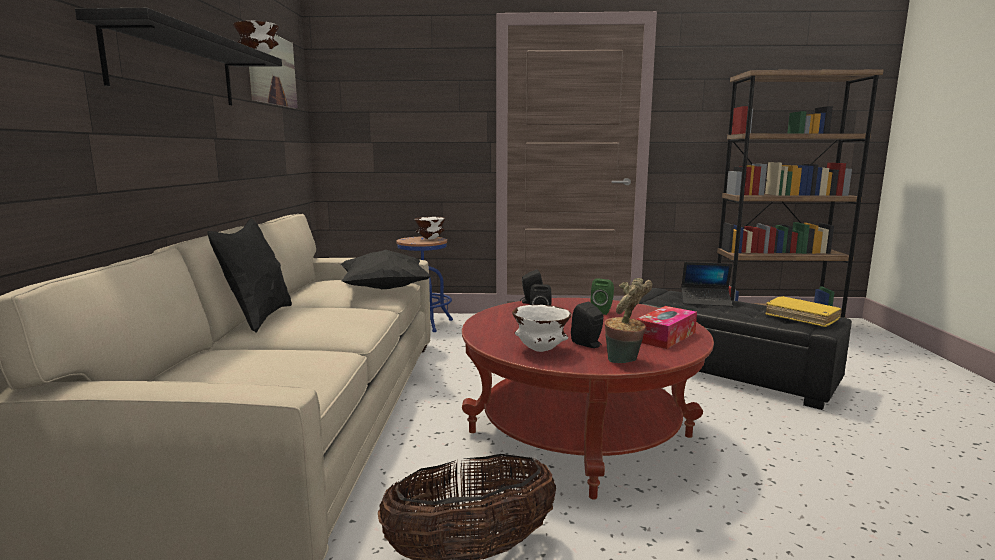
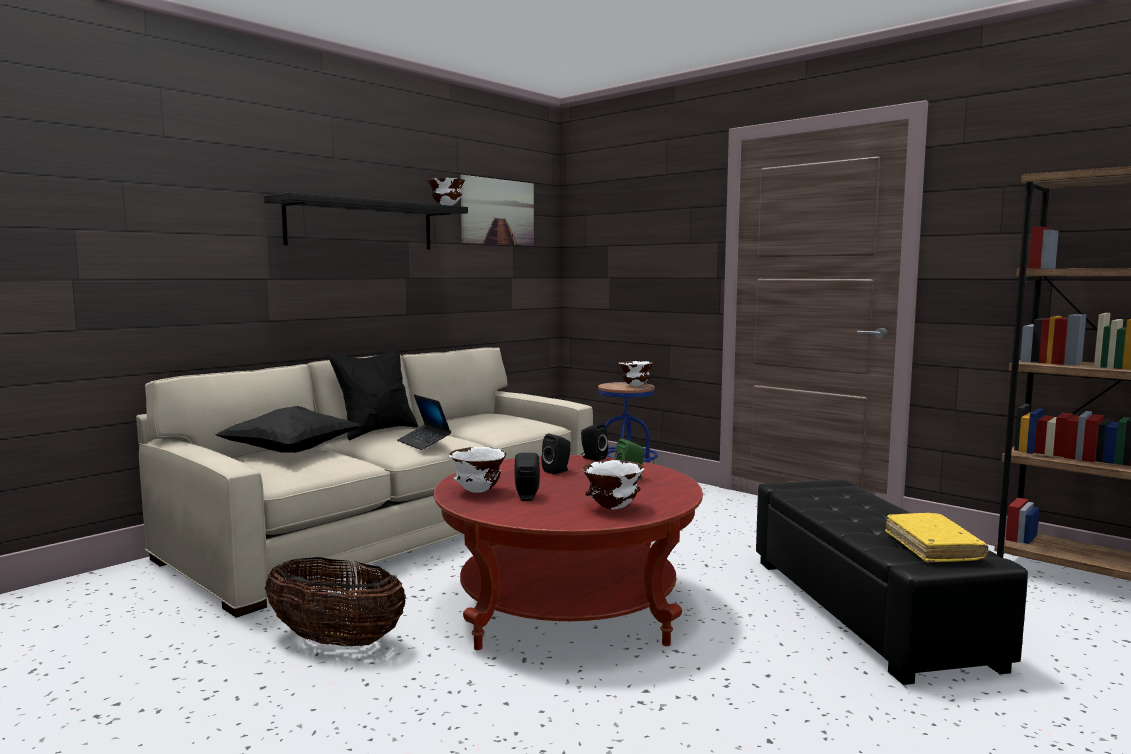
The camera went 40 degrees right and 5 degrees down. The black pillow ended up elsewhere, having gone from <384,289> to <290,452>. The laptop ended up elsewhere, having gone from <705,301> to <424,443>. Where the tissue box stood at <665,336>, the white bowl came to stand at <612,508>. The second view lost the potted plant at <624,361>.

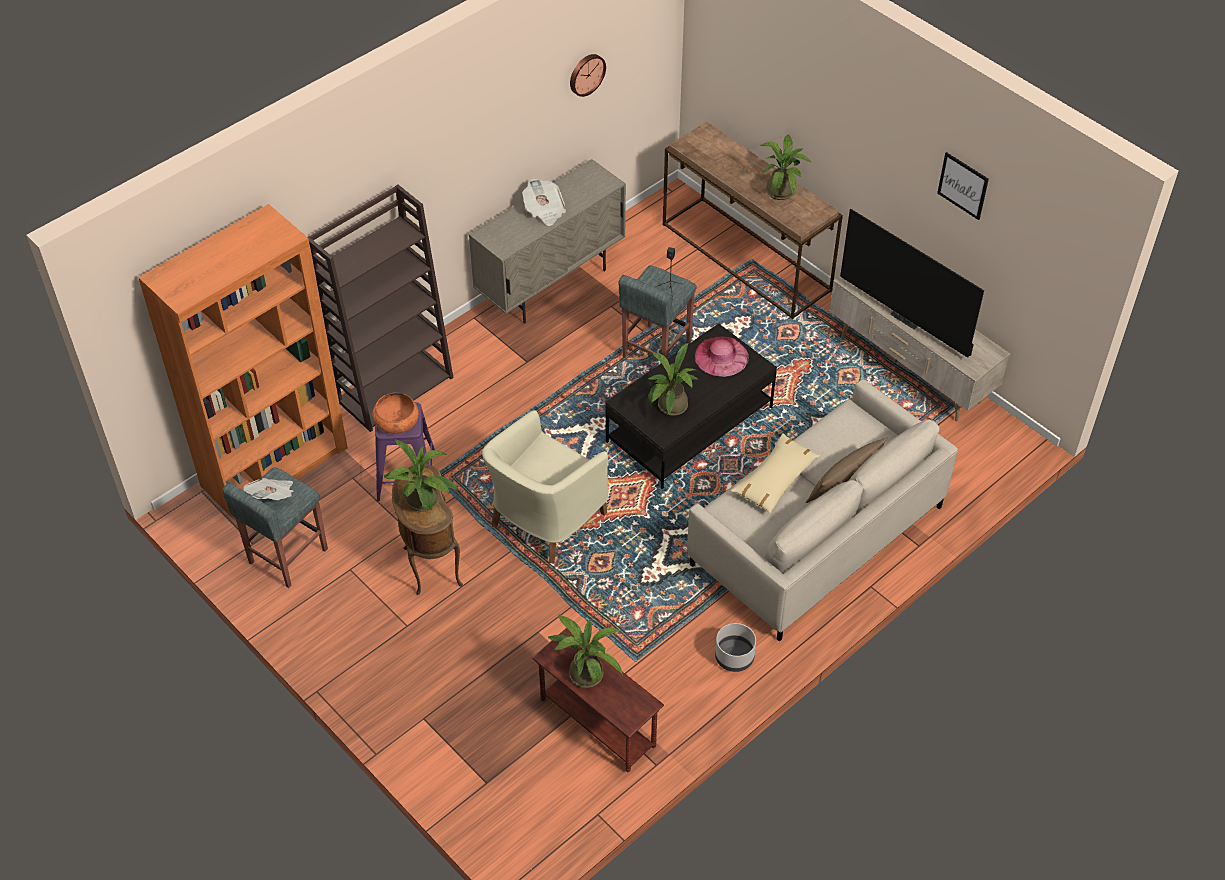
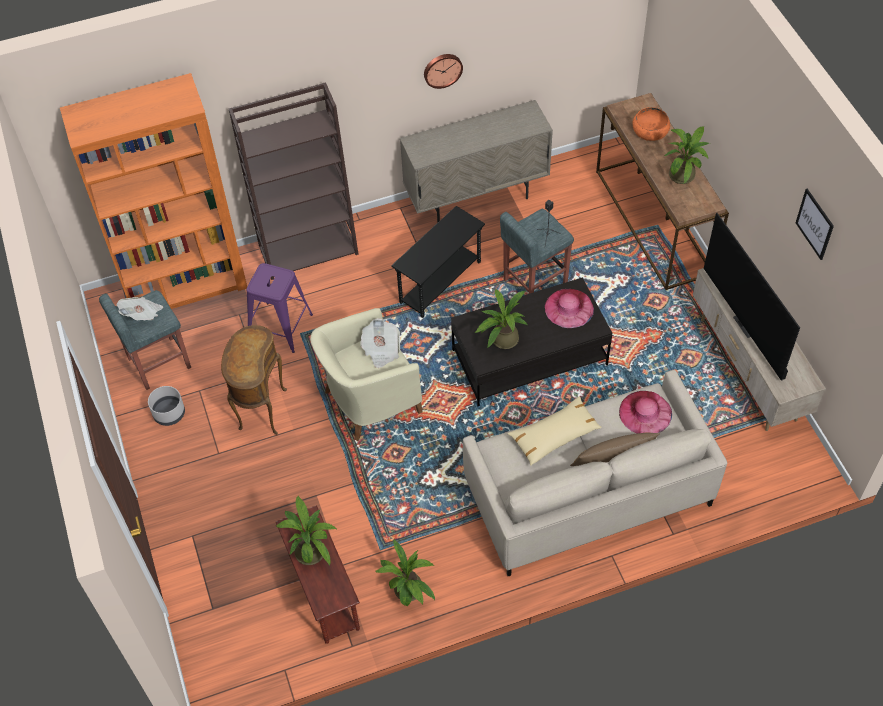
The camera went 25 degrees right and 5 degrees up. The grey planter ended up elsewhere, having gone from <734,657> to <169,414>. The newspaper ended up elsewhere, having gone from <544,211> to <381,350>. The potted plant ended up elsewhere, having gone from <424,503> to <409,593>. The second view gained the black side table at <440,282>. The wall clock ended up elsewhere, having gone from <586,74> to <442,69>. The second view gained the pink hat at <645,412>. The orange bowl ended up elsewhere, having gone from <396,421> to <650,131>.

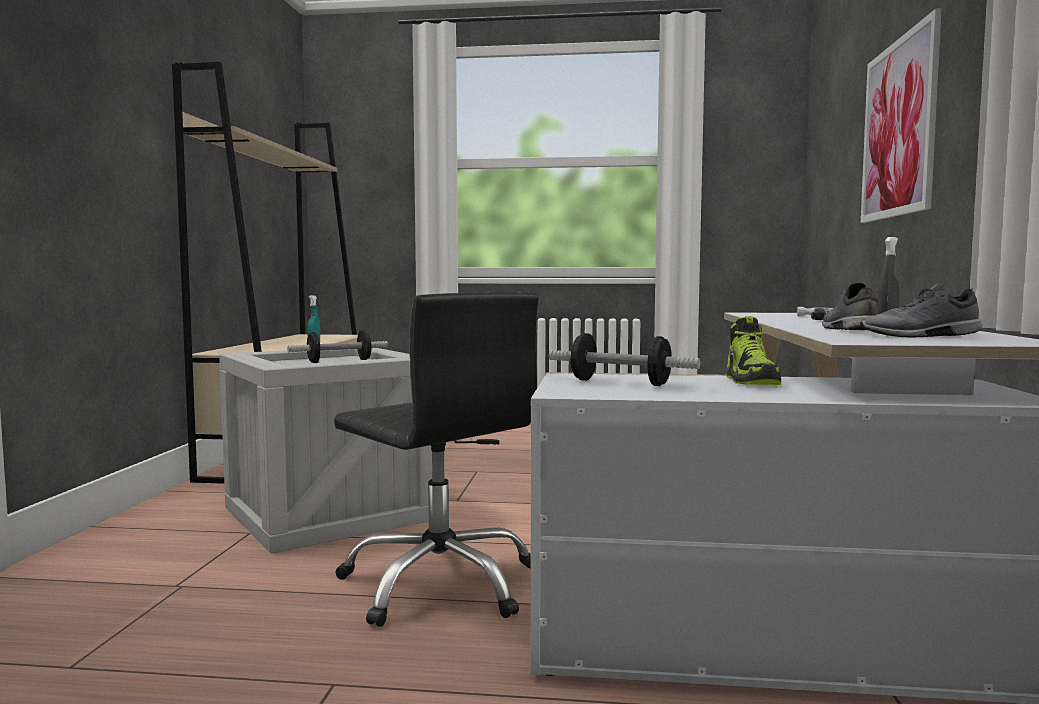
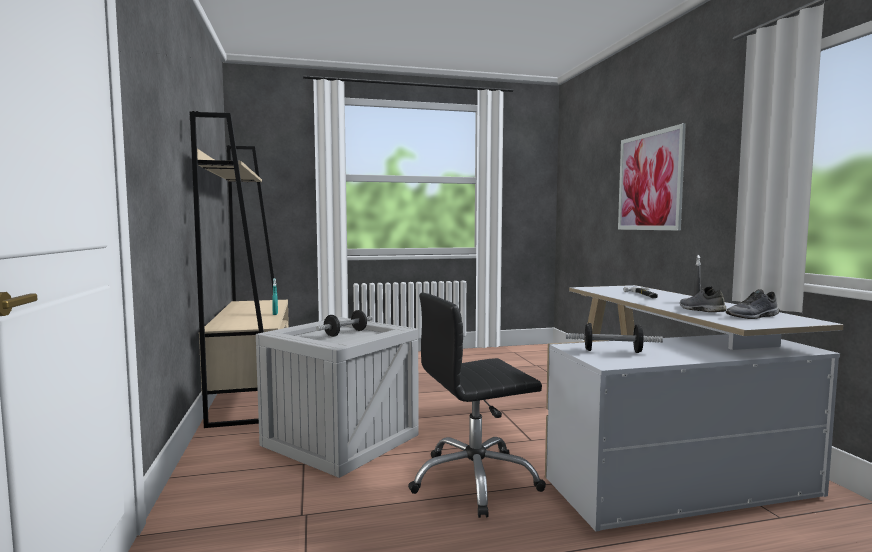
The camera went 20 degrees left and 0 degrees up. The black office chair at <440,583> ended up facing another way, 135 degrees clockwise from before. The second view lost the shoe at <751,381>.

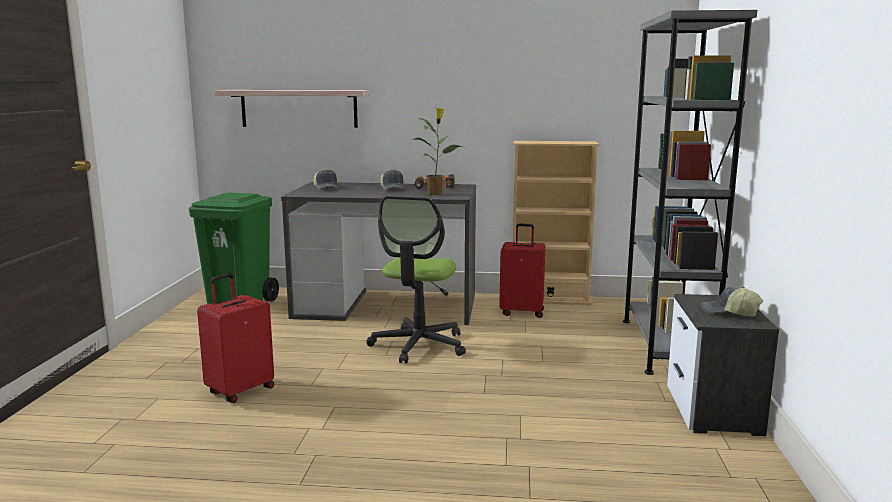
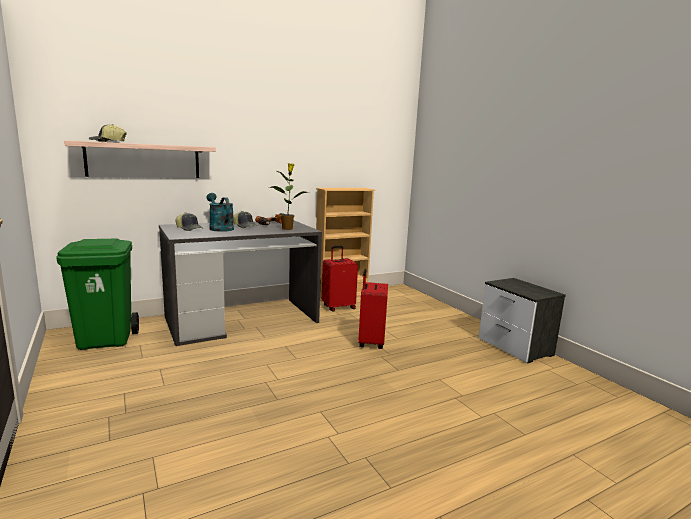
The camera went 35 degrees left and 0 degrees up. The cap ended up elsewhere, having gone from <729,313> to <107,142>. The second view gained the turquoise watering can at <219,228>. The red suitcase ended up elsewhere, having gone from <240,391> to <370,342>. The second view lost the office chair at <418,345>. The second view lost the grey bookcase at <665,346>.

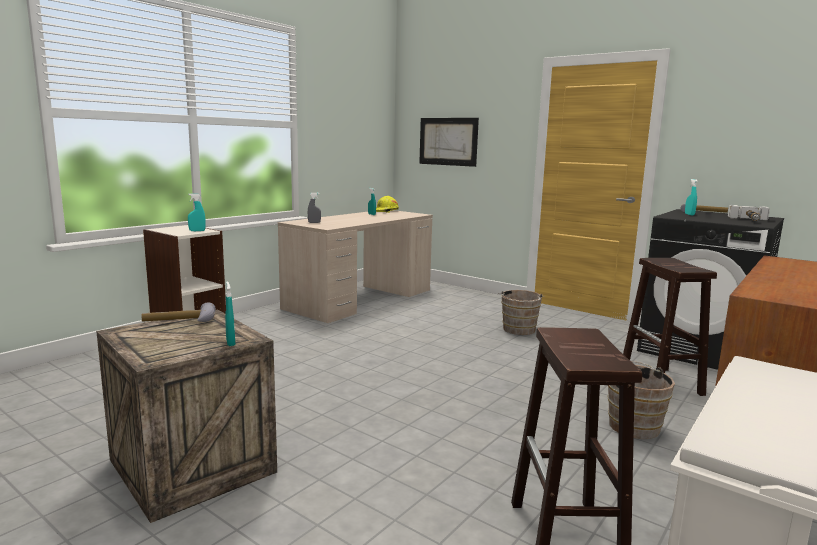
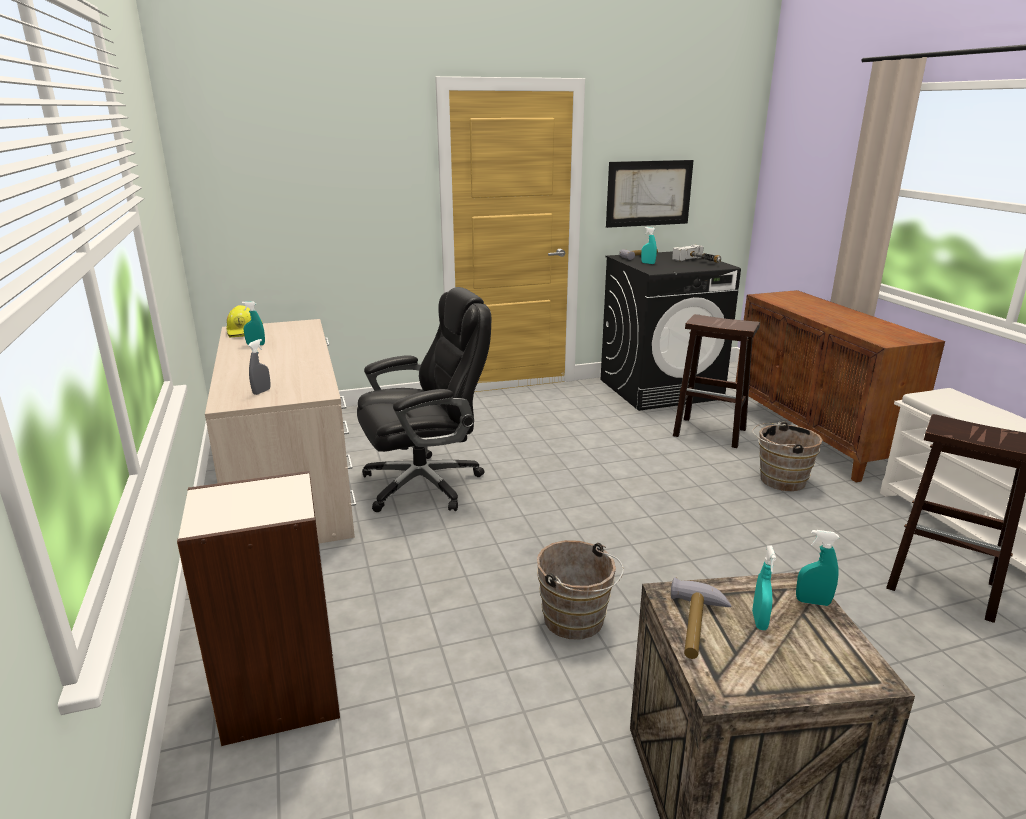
The camera went 55 degrees left and 10 degrees up. The second view gained the black office chair at <425,484>. The brown bucket ended up elsewhere, having gone from <518,330> to <577,622>. The picture ended up elsewhere, having gone from <448,141> to <649,193>. The turquoise spray bottle ended up elsewhere, having gone from <197,231> to <759,621>.

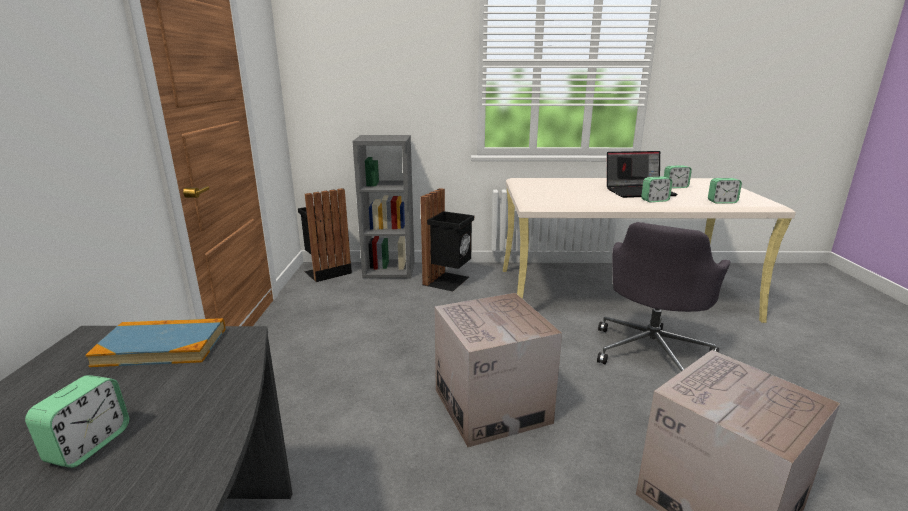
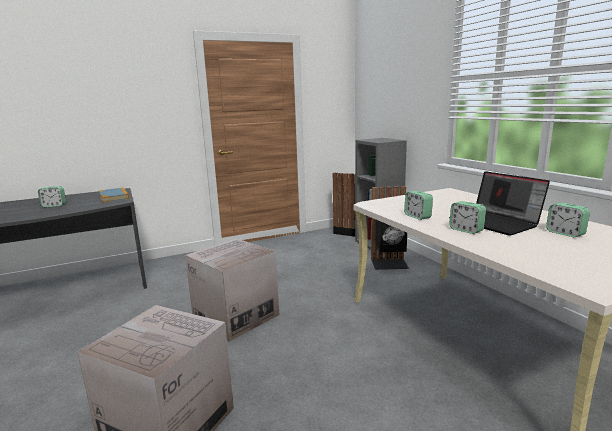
The camera went 65 degrees right and 5 degrees down. The alarm clock ended up elsewhere, having gone from <722,202> to <417,216>. The second view lost the grey office chair at <651,351>.

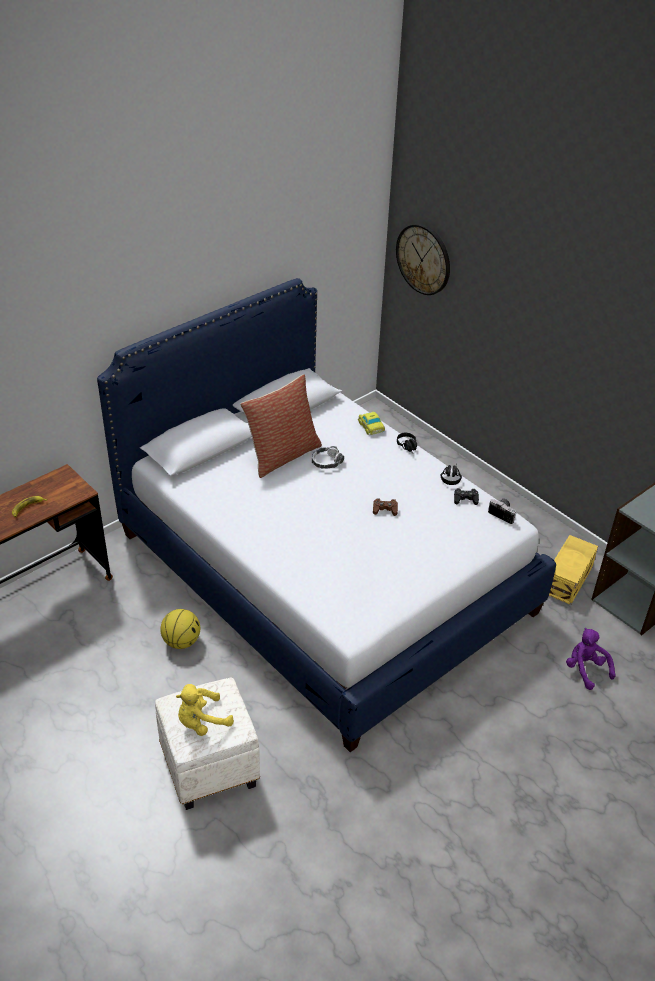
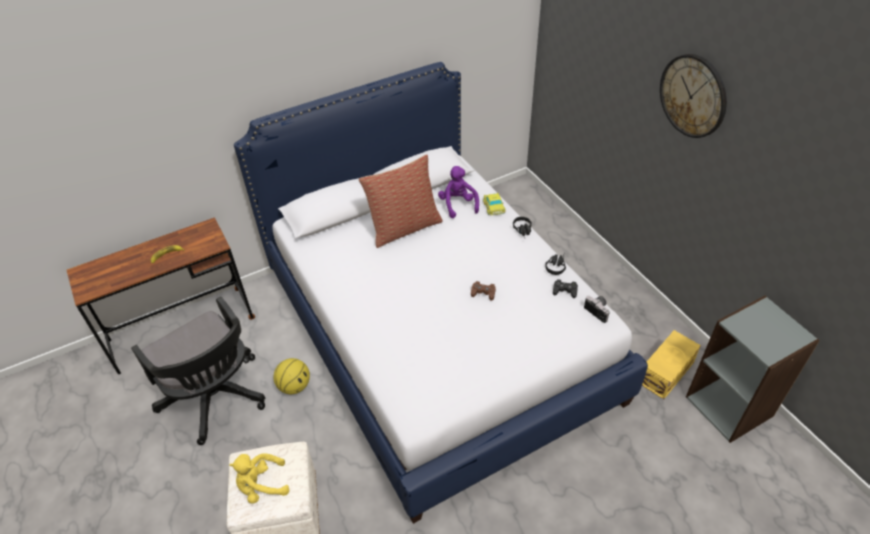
The camera went 15 degrees right and 5 degrees up. The second view gained the black office chair at <217,399>. The purple plush toy ended up elsewhere, having gone from <585,669> to <458,204>. The wall clock ended up elsewhere, having gone from <423,259> to <693,96>. The second view lost the headphones at <326,462>.

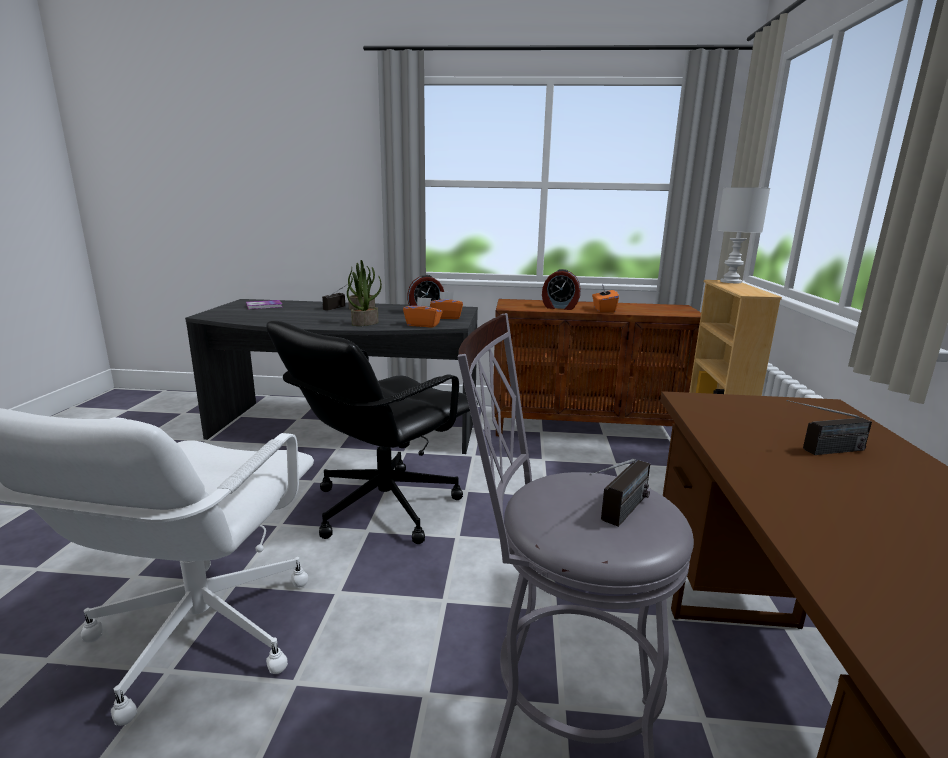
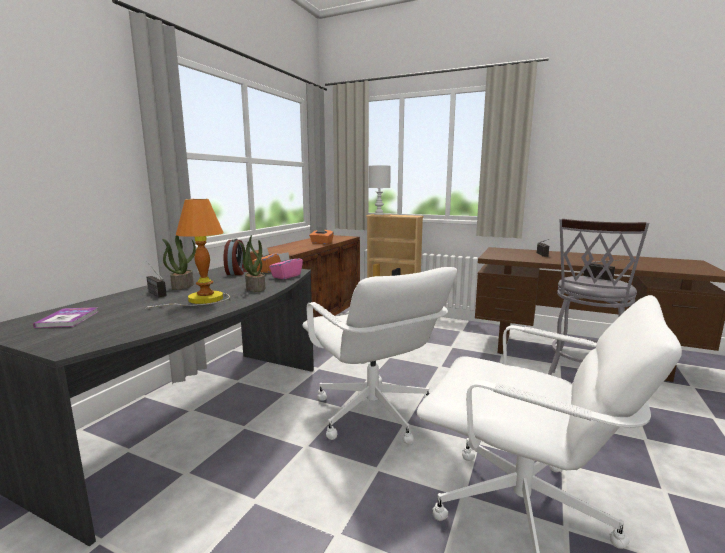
The camera went 70 degrees left and 5 degrees down. The second view gained the table lamp at <202,300>. What was the orange tissue box at <423,325> turned into the pink tissue box at <286,276>. What was the black office chair at <383,506> turned into the white office chair at <373,413>. The second view lost the alarm clock at <560,307>.

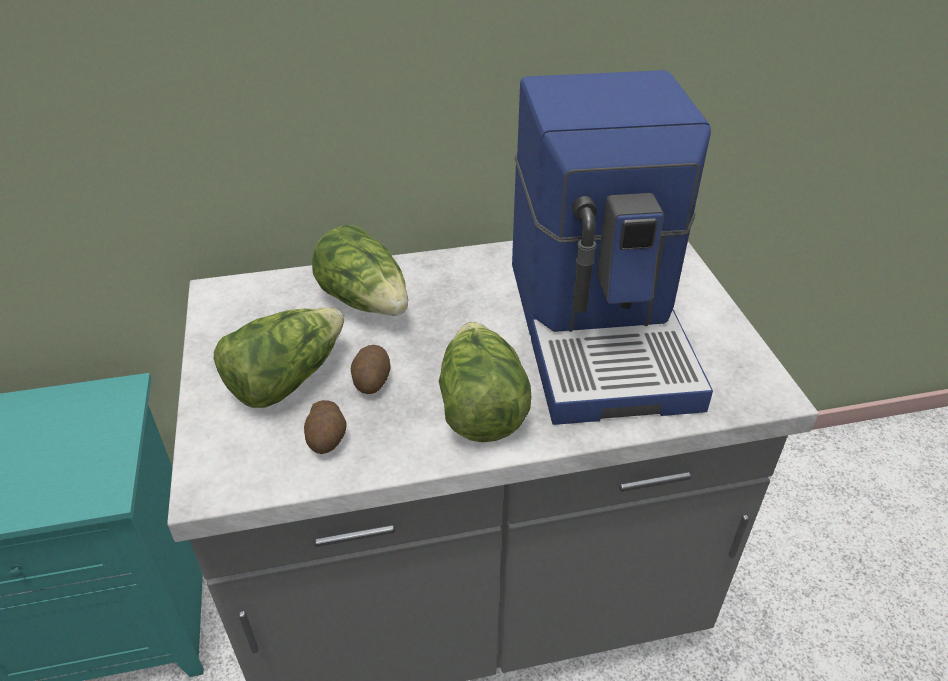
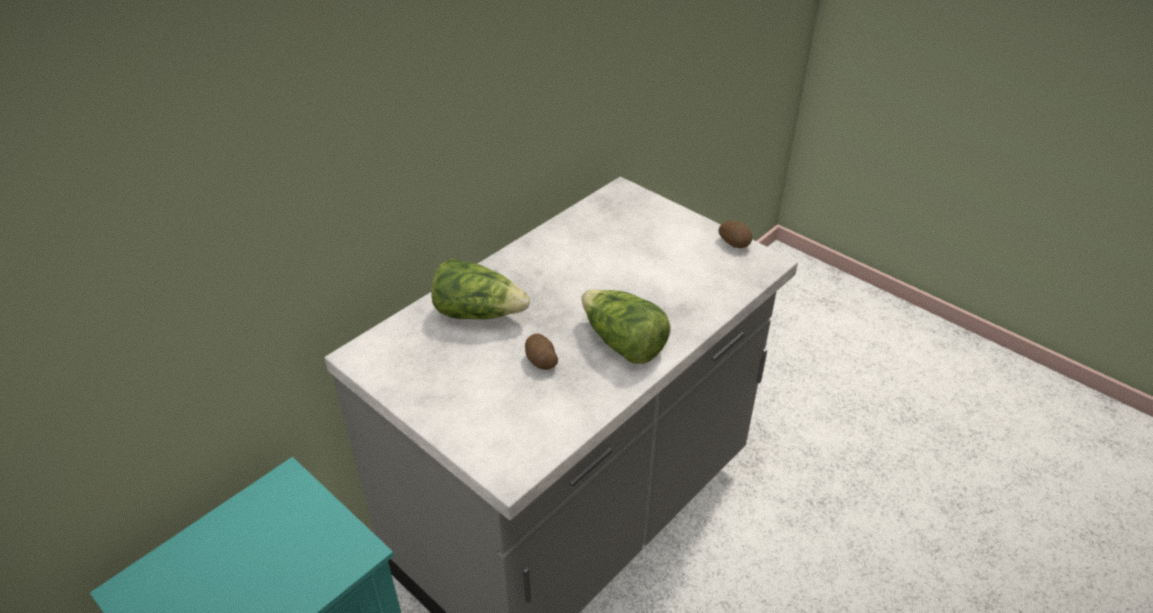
The camera went 35 degrees left and 0 degrees up. The potato ended up elsewhere, having gone from <327,438> to <734,242>. The second view lost the lettuce at <286,378>. The second view lost the coffee machine at <601,328>.

